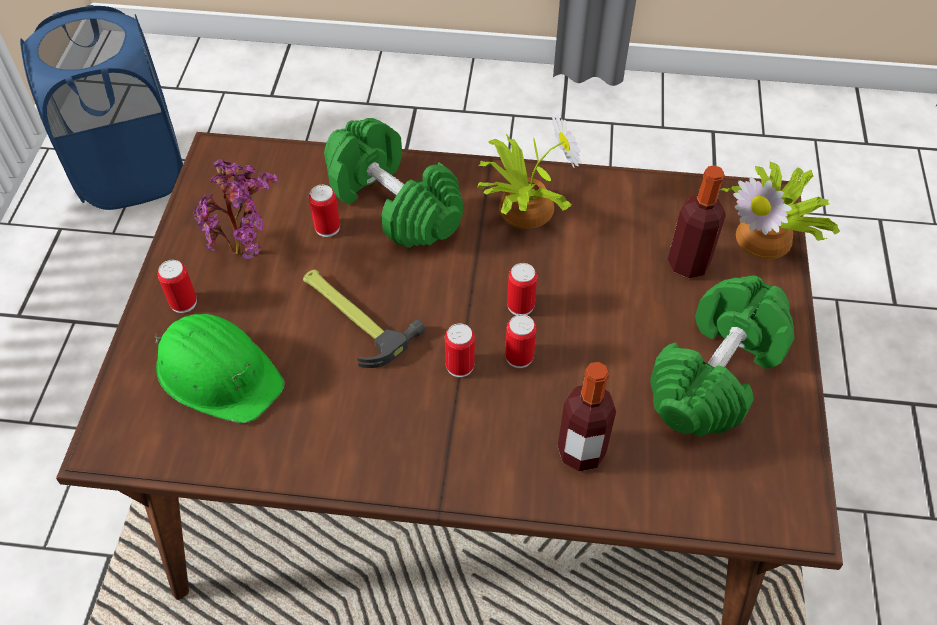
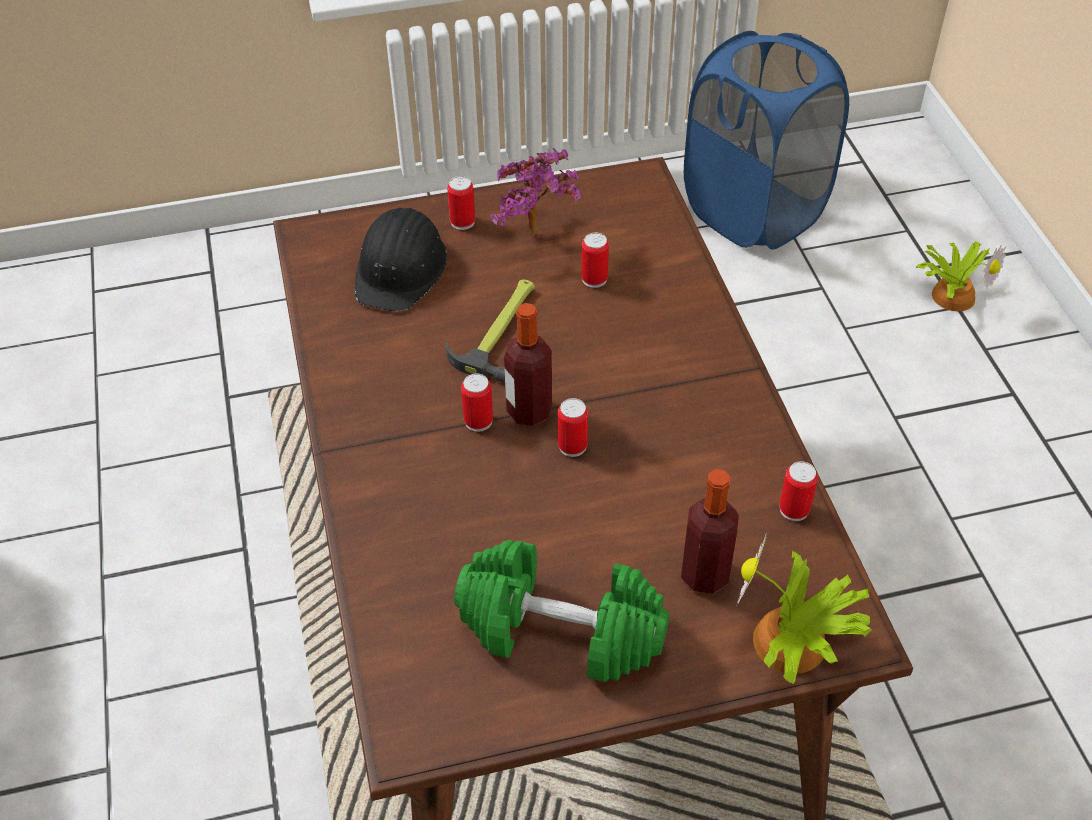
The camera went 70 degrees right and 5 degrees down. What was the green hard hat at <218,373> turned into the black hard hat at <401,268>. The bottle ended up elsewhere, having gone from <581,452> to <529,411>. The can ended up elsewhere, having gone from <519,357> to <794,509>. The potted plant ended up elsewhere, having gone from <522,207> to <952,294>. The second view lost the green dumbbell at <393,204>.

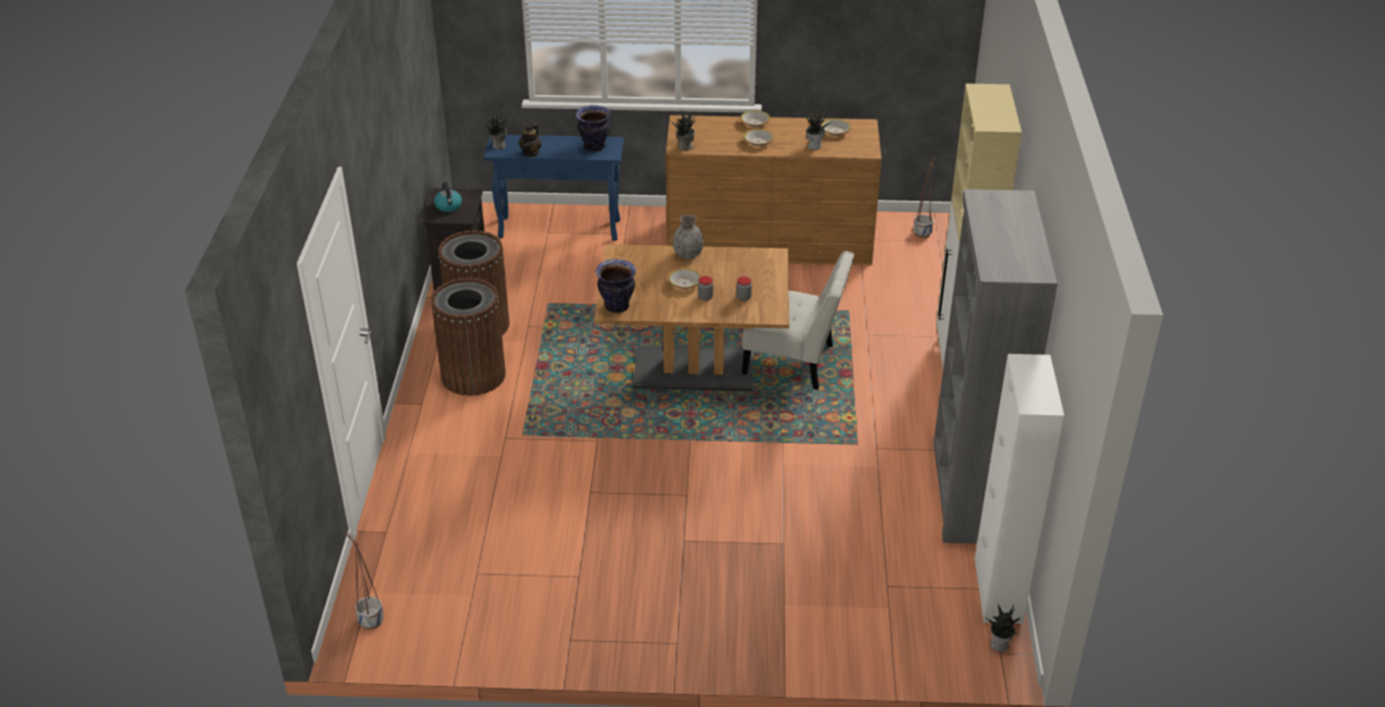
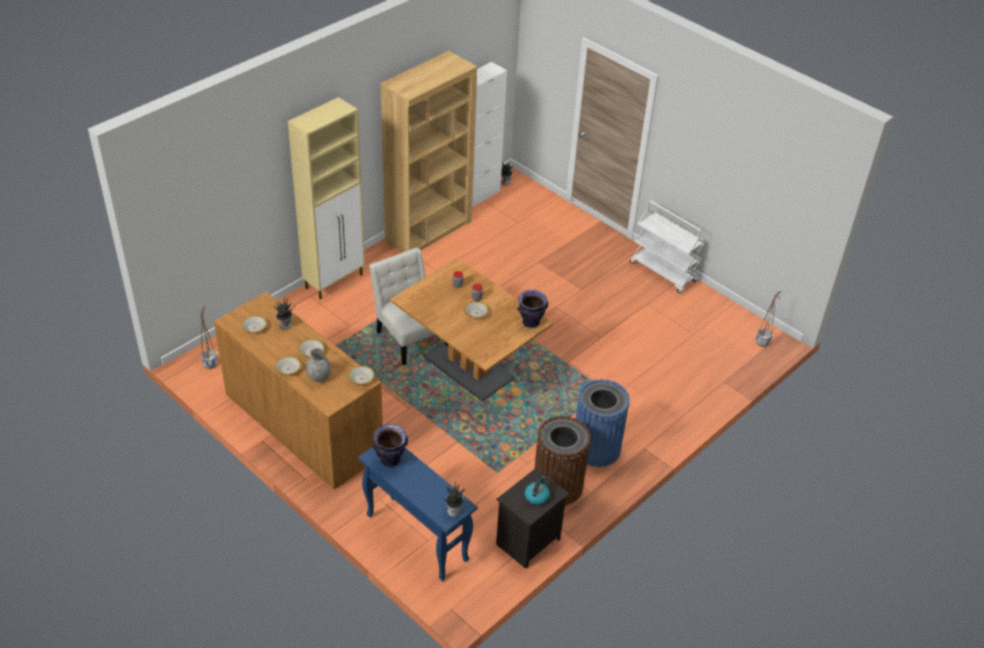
The camera went 140 degrees left and 5 degrees up. The grey vase ended up elsewhere, having gone from <688,255> to <319,377>. Where the potted plant stood at <685,147>, the bowl came to stand at <361,379>. What was the grey bookcase at <968,492> turned into the brown bookcase at <429,230>. What was the brown trash can at <473,375> turned into the blue trash can at <596,448>. The second view gained the white cart at <664,272>. The second view lost the teapot at <531,153>.

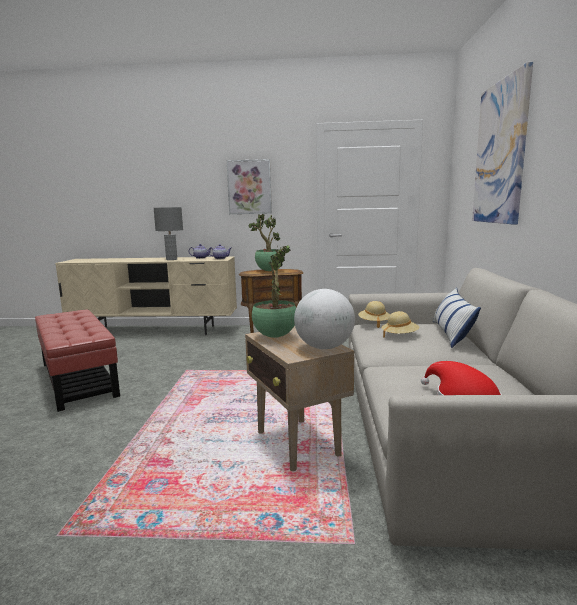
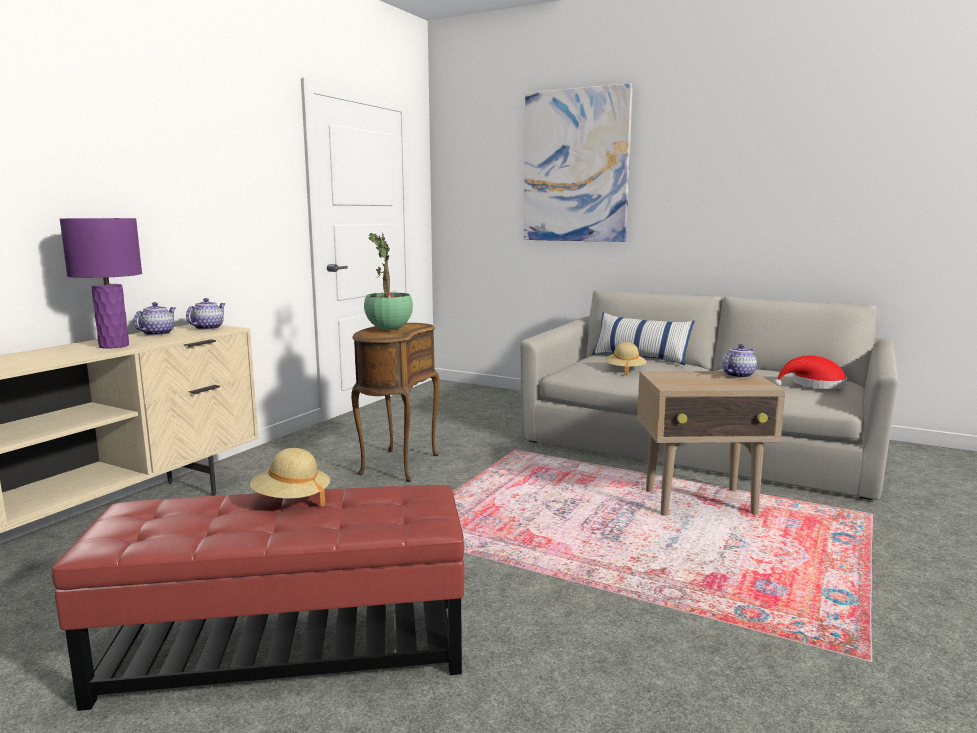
The camera went 65 degrees left and 0 degrees up. What was the grey table lamp at <172,259> turned into the purple table lamp at <114,346>. The beige hat ended up elsewhere, having gone from <374,323> to <291,500>. Where the globe stood at <324,347>, the teapot came to stand at <738,375>. The second view lost the picture at <249,187>. The second view lost the potted plant at <275,336>.

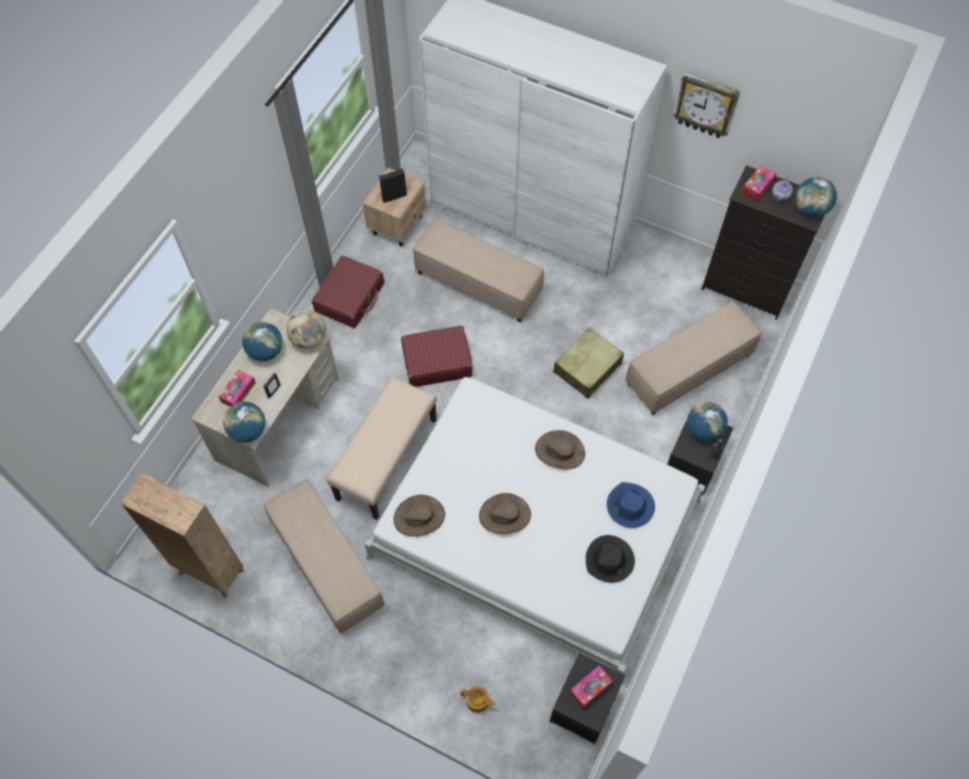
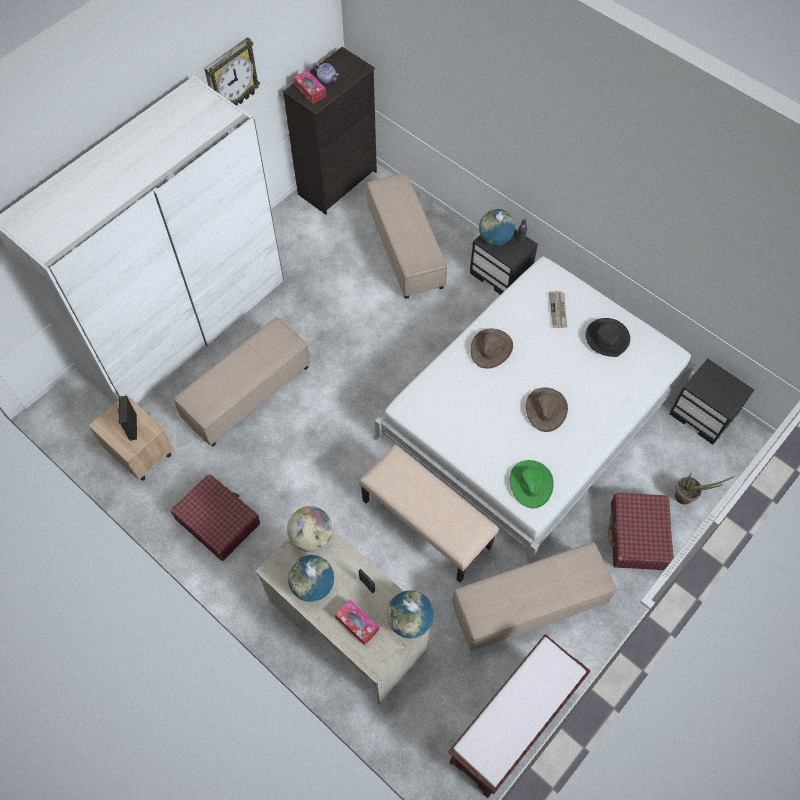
The camera went 75 degrees left and 0 degrees up. Where the brown bookcase stood at <210,570>, the brown bench came to stand at <511,728>. What was the brown hat at <419,517> turned into the green hat at <530,484>. Where the blue hat stood at <629,506>, the newspaper came to stand at <558,310>. The red suitcase ended up elsewhere, having gone from <436,362> to <638,536>. Where the teapot stood at <478,701>, the potted plant came to stand at <687,497>. The second view lost the beige suitcase at <587,368>. The second view lost the tissue box at <590,688>. The second view lost the globe at <810,209>.

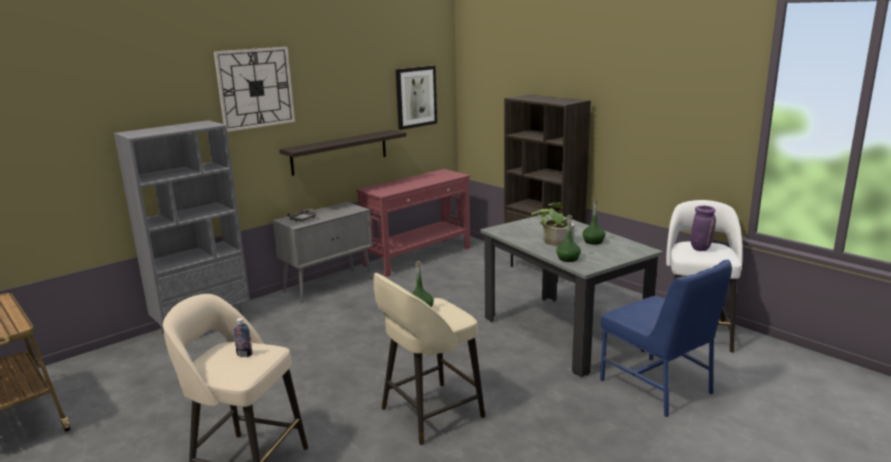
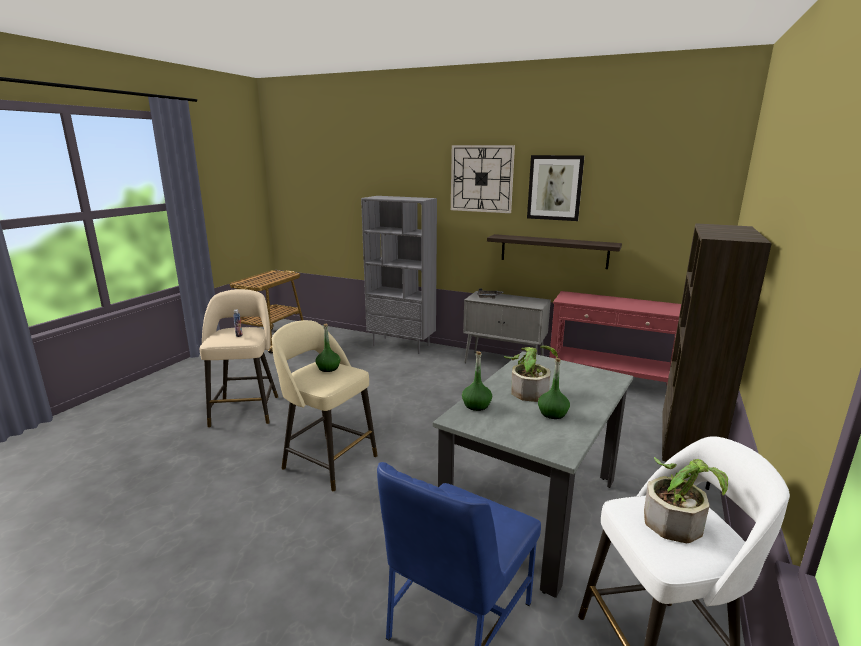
The camera went 65 degrees right and 0 degrees up. The picture ended up elsewhere, having gone from <416,97> to <555,188>. Where the purple vase stood at <700,248>, the potted plant came to stand at <677,519>.

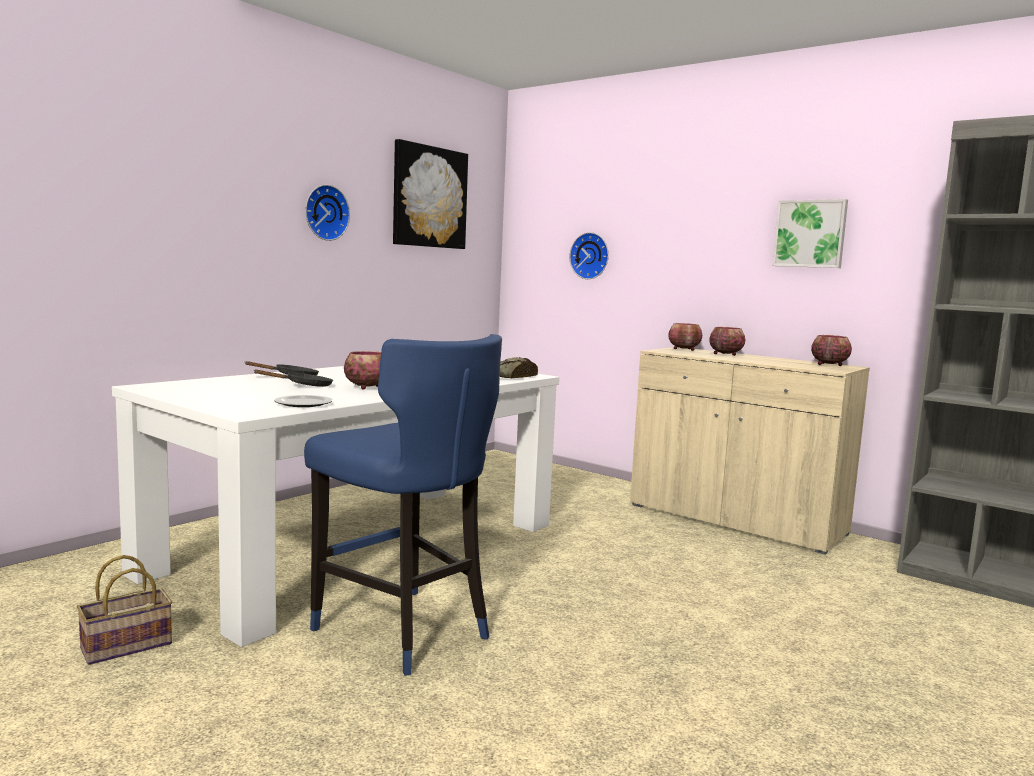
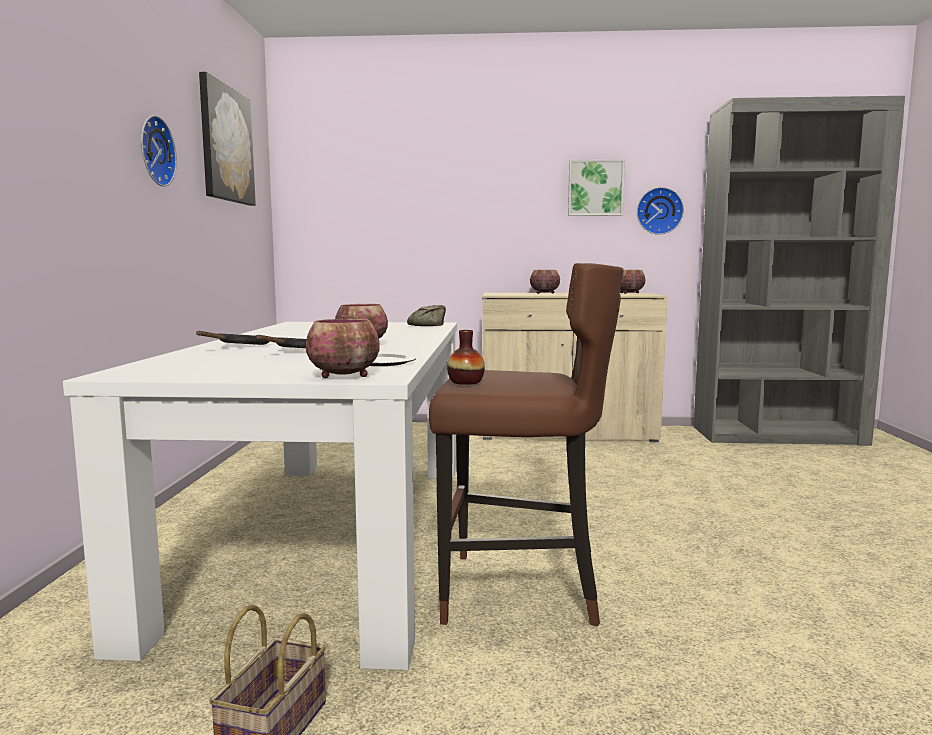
The camera went 35 degrees left and 0 degrees up. The bowl ended up elsewhere, having gone from <685,349> to <345,376>. What was the blue stool at <404,632> turned into the brown stool at <522,592>. The second view gained the vase at <466,382>. The wall clock ended up elsewhere, having gone from <590,256> to <659,211>.

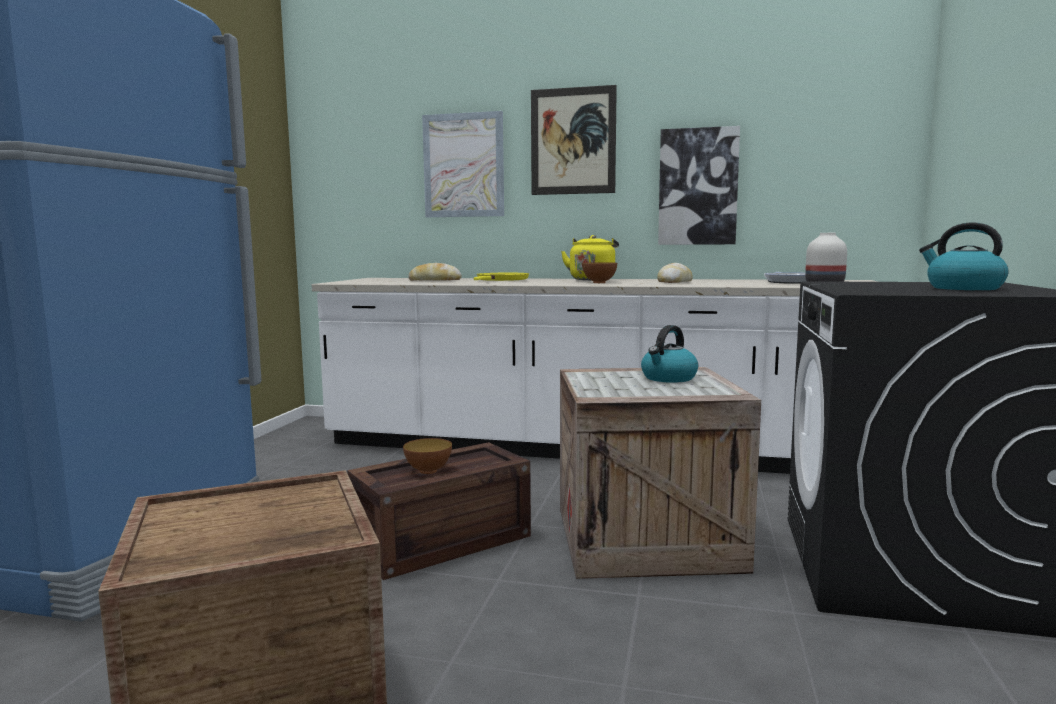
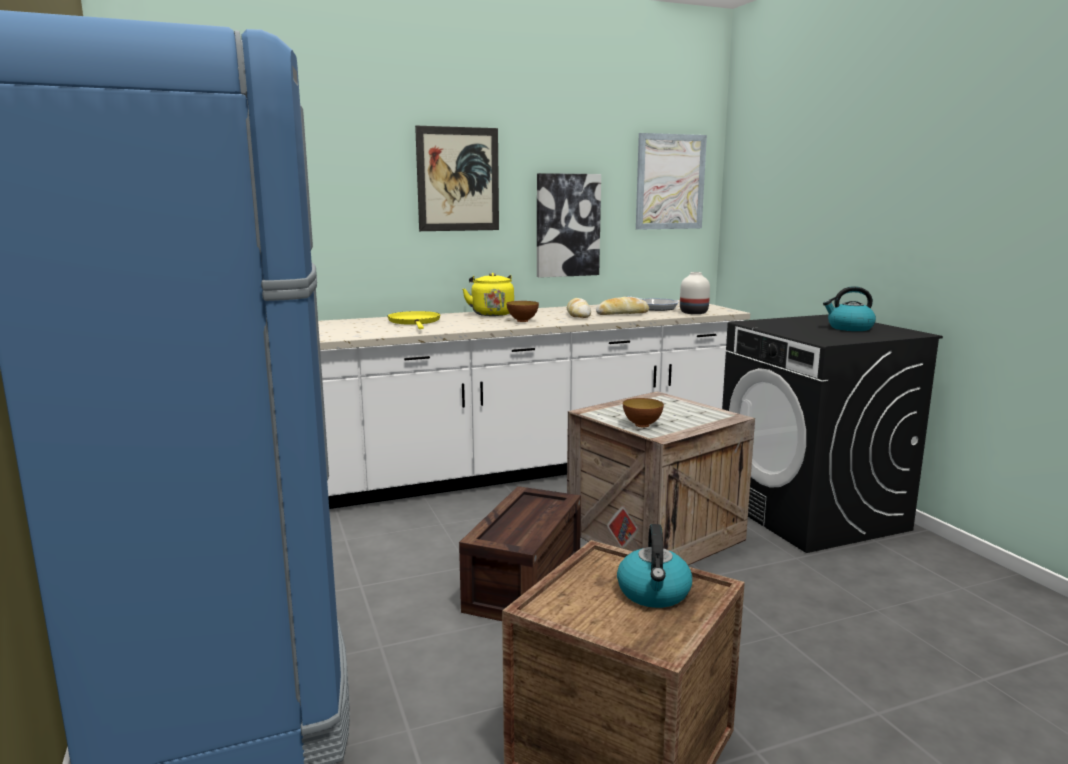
The camera went 35 degrees left and 5 degrees up. The bread ended up elsewhere, having gone from <434,280> to <622,313>. The kettle ended up elsewhere, having gone from <668,378> to <654,593>. The bowl ended up elsewhere, having gone from <428,471> to <642,425>. The picture ended up elsewhere, having gone from <463,165> to <670,182>.

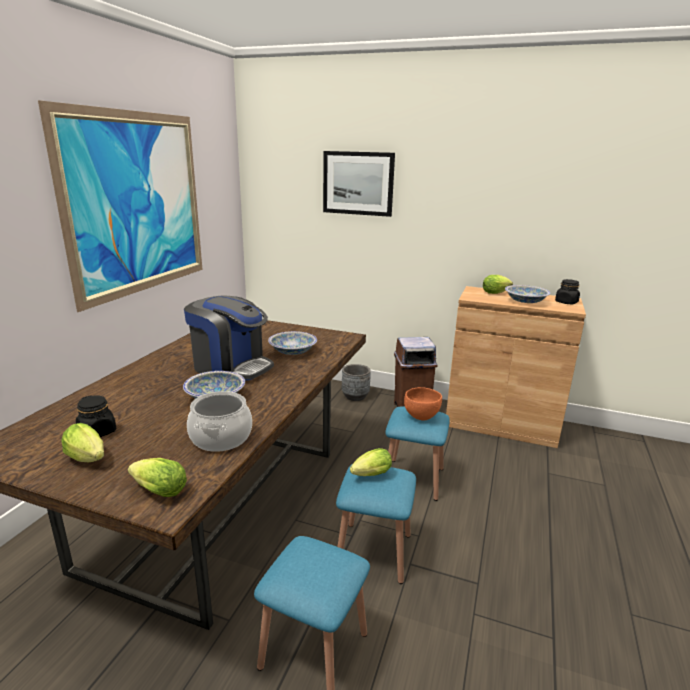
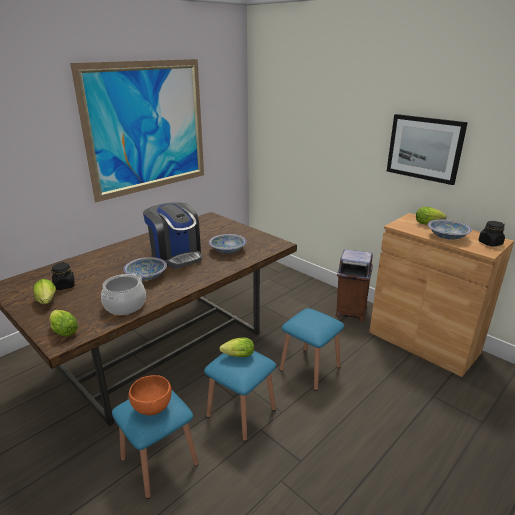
The camera went 25 degrees right and 5 degrees up. The orange bowl ended up elsewhere, having gone from <421,416> to <153,408>. The picture ended up elsewhere, having gone from <358,183> to <424,148>. The second view lost the grey planter at <355,396>.

